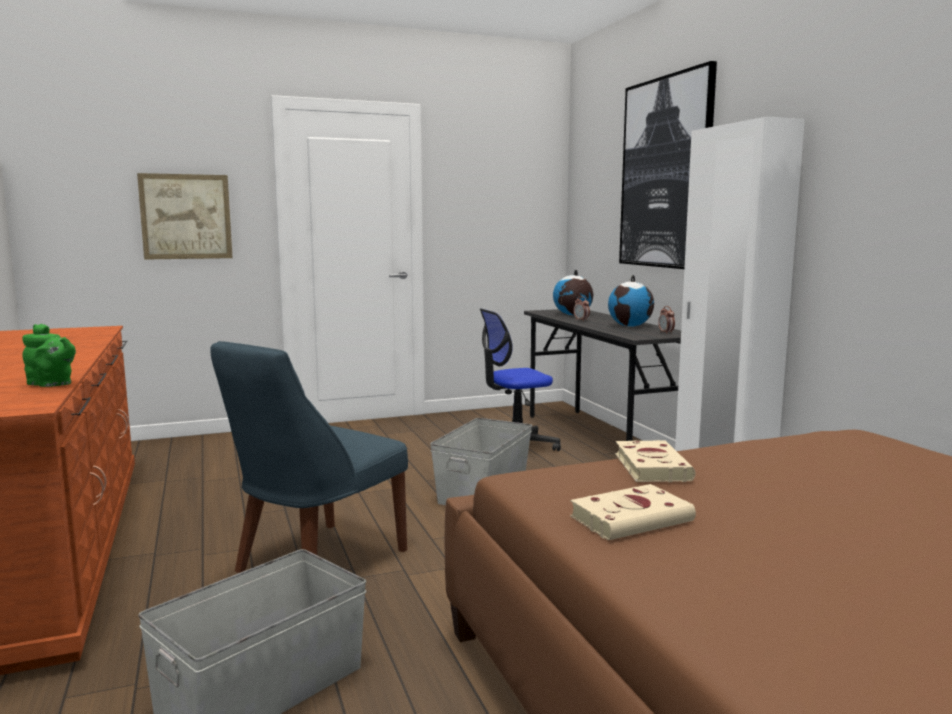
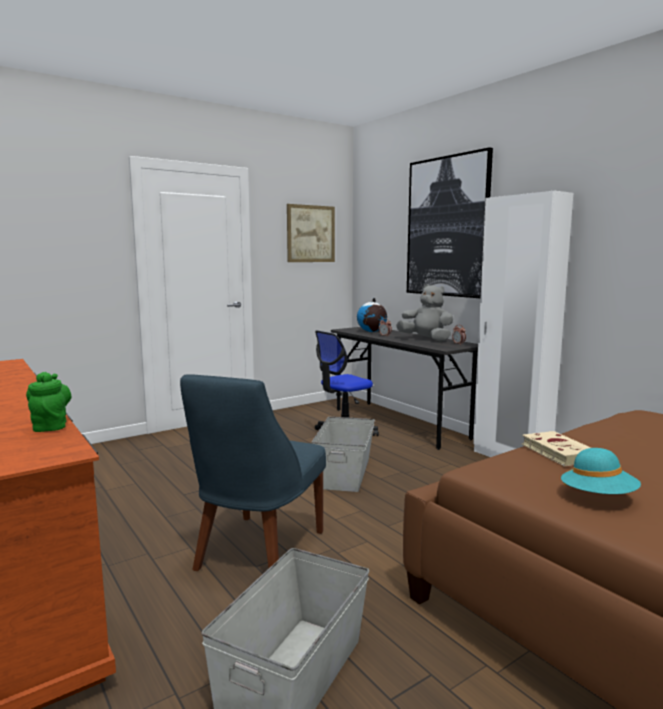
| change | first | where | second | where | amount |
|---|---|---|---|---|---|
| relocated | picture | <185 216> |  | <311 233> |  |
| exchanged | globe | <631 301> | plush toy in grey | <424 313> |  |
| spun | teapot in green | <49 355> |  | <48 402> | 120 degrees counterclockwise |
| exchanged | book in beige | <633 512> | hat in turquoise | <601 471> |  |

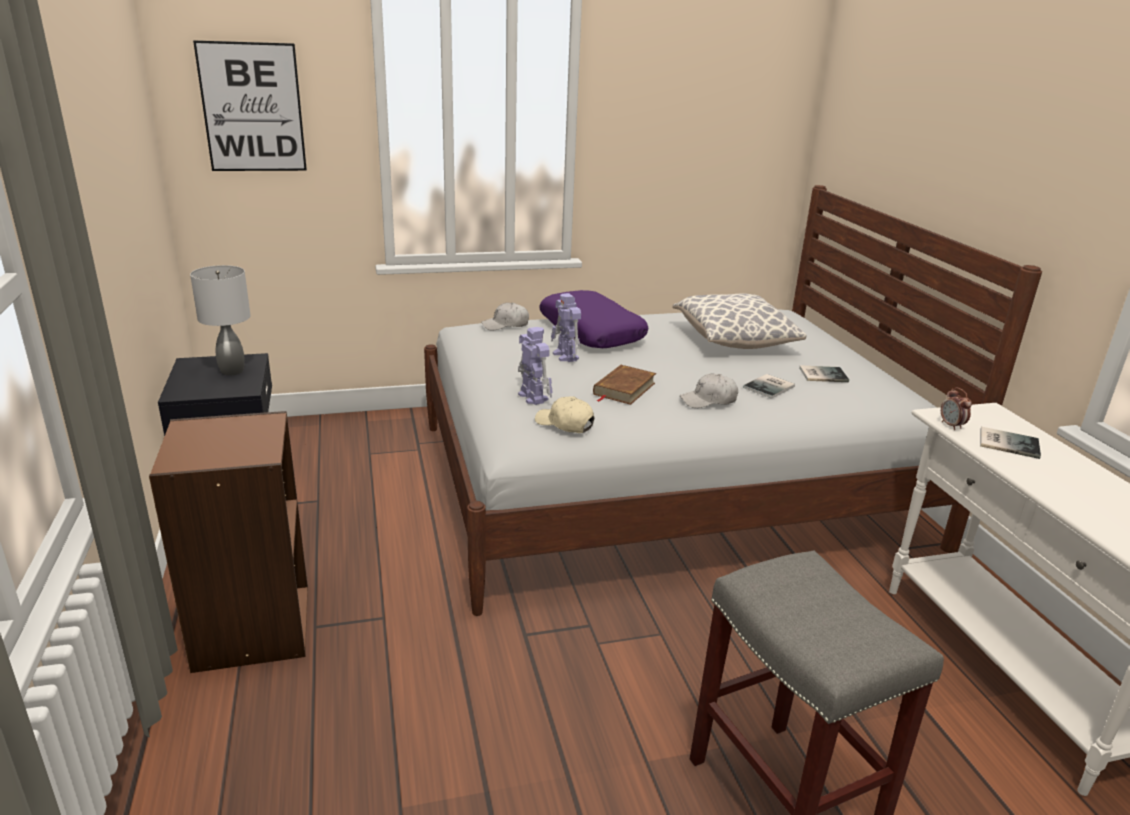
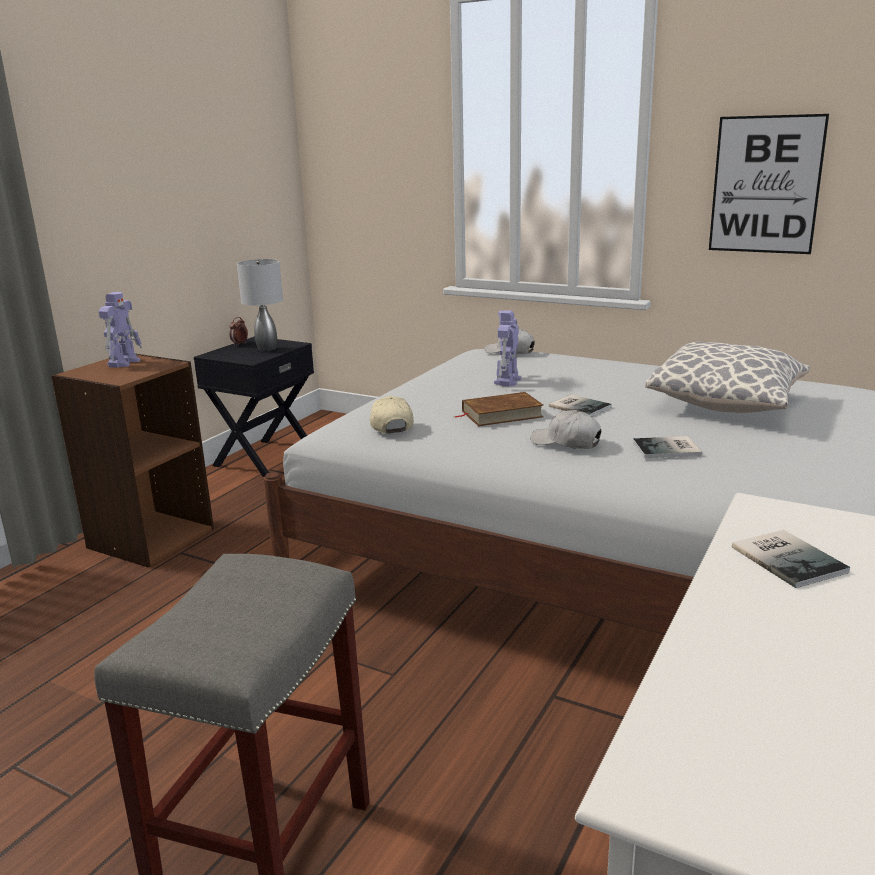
| change | first | where | second | where | amount |
|---|---|---|---|---|---|
| relocated | picture | <250 105> |  | <769 184> |  |
| missing | pillow in purple | <594 319> |  |  |  |
| relocated | toy robot | <535 366> |  | <120 330> |  |
| relocated | book | <824 373> |  | <580 405> |  |
| relocated | alarm clock | <956 408> |  | <239 331> |  |

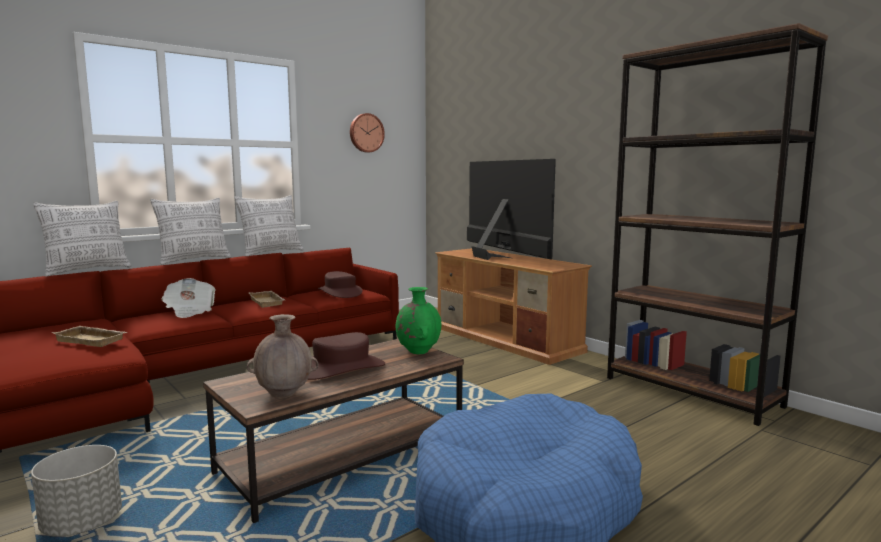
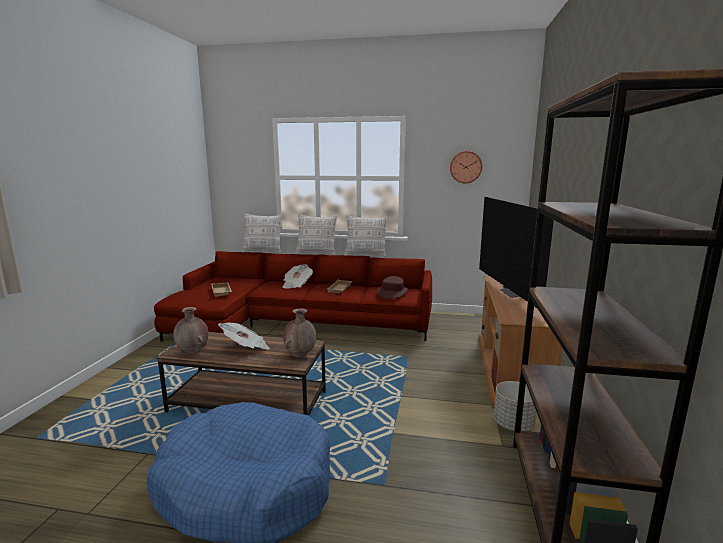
| change | first | where | second | where | amount |
|---|---|---|---|---|---|
| spun | television | <511 209> |  | <516 252> | 150 degrees clockwise |
| colour | vase in green | <418 320> | vase in brown | <299 333> |  |
| exchanged | hat in brown | <346 356> | newspaper | <244 336> |  |
| relocated | planter in grey | <76 490> |  | <515 406> |  |

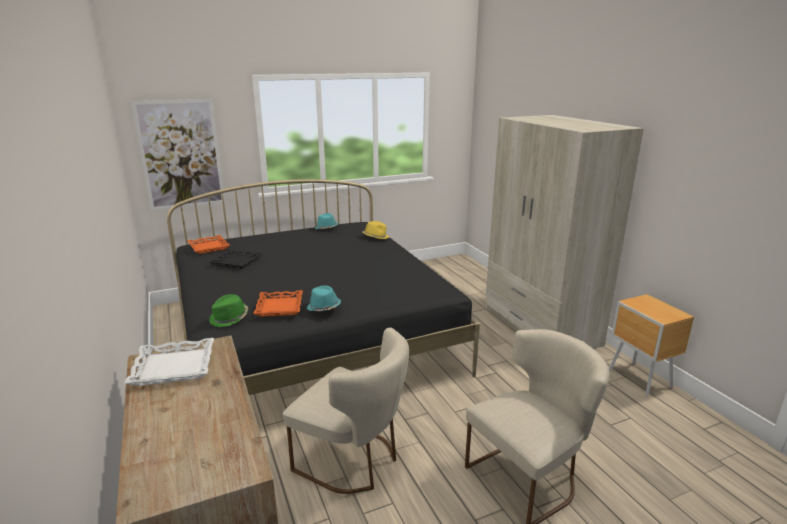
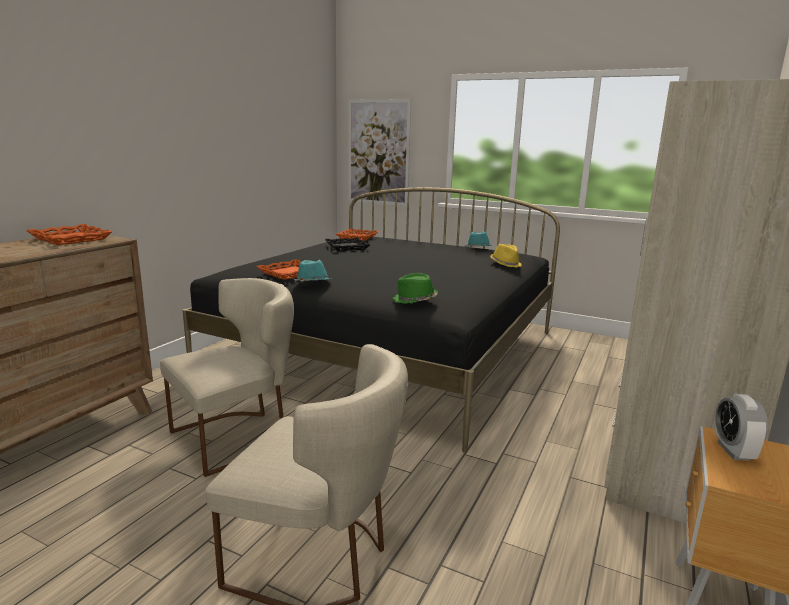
| change | first | where | second | where | amount |
|---|---|---|---|---|---|
| relocated | hat in green | <228 310> |  | <415 288> |  |
| spun | chair in beige | <346 411> |  | <227 377> | 120 degrees counterclockwise |
| colour | tray in white | <169 362> | tray in orange | <69 234> |  |
| appeared |  |  | alarm clock | <741 427> |  |

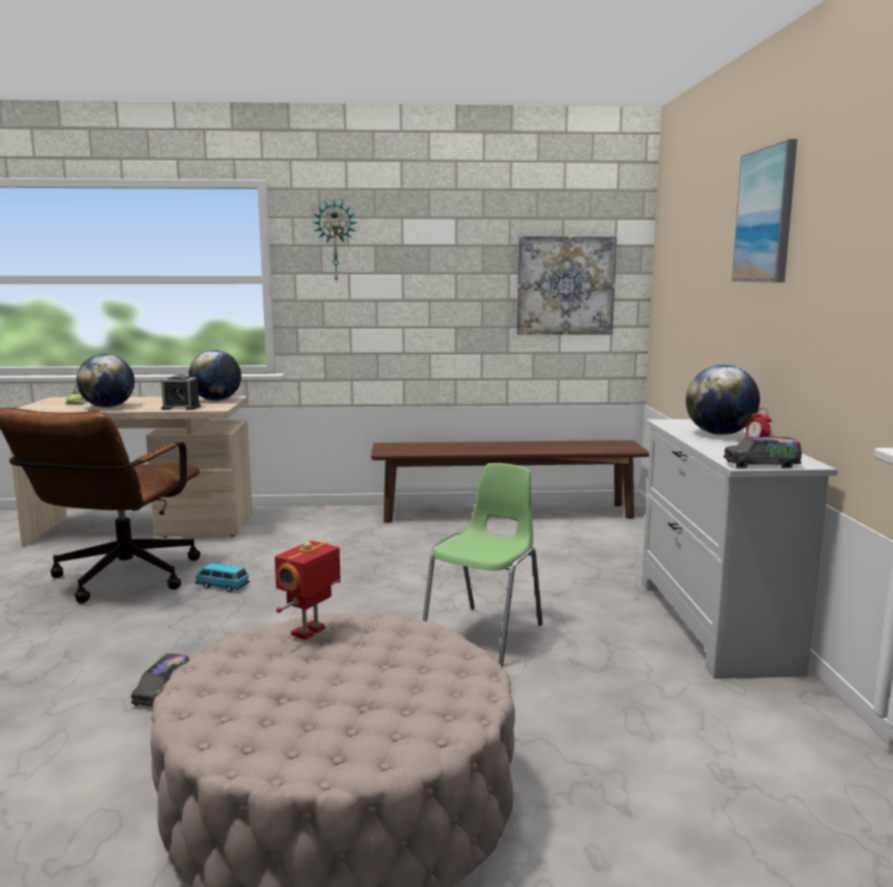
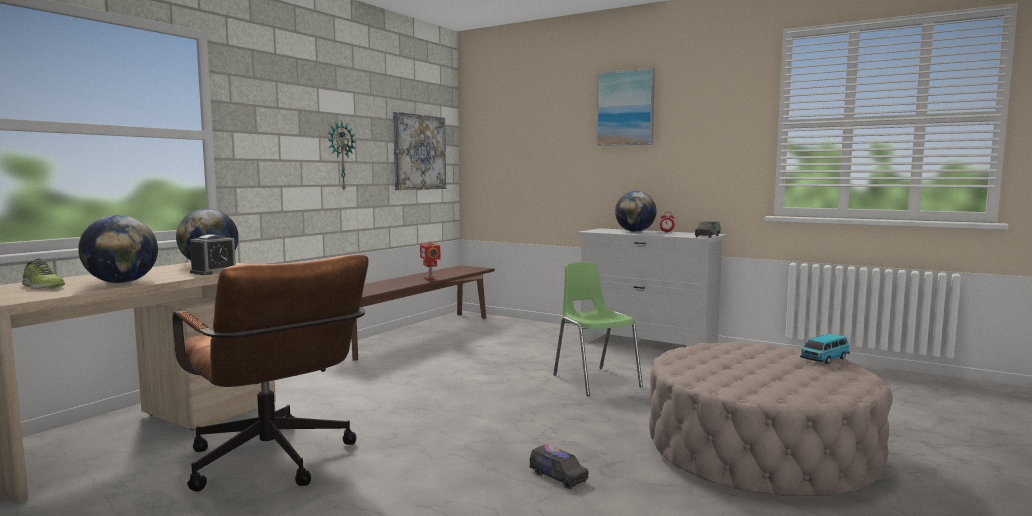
| change | first | where | second | where | amount |
|---|---|---|---|---|---|
| relocated | wall clock | <334 241> |  | <342 155> |  |
| relocated | toy robot | <308 590> |  | <430 261> |  |
| relocated | toy car | <222 577> |  | <825 349> |  |

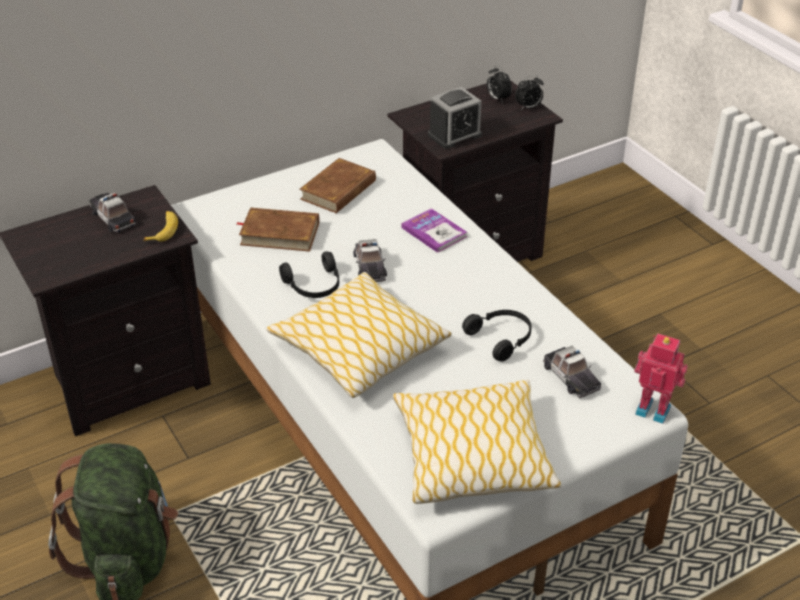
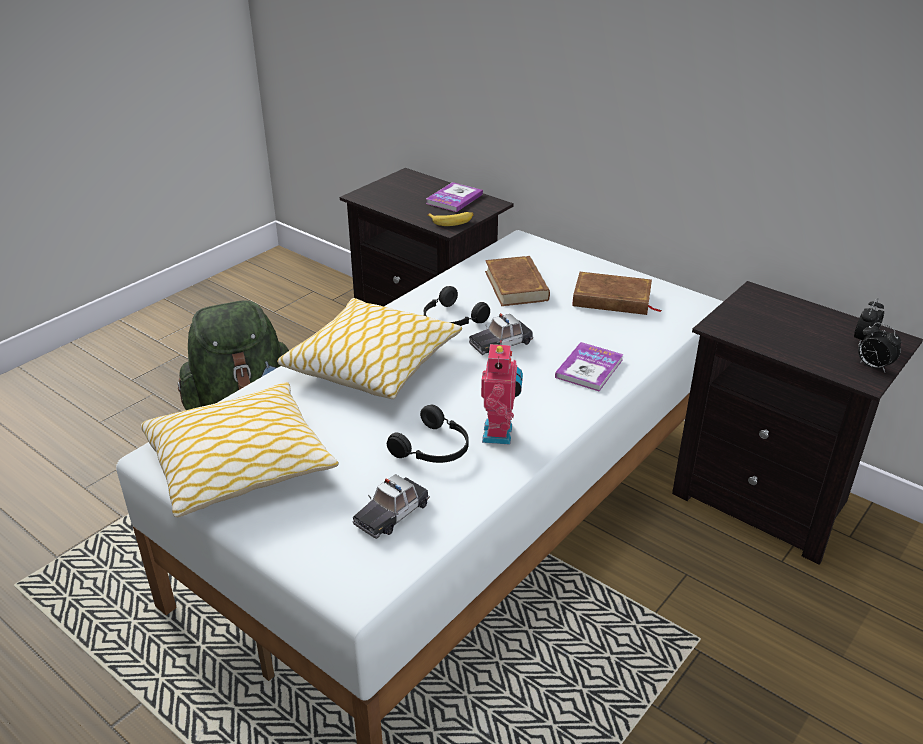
| change | first | where | second | where | amount |
|---|---|---|---|---|---|
| missing | alarm clock | <455 118> |  |  |  |
| exchanged | toy car | <112 213> | book | <454 197> |  |
| relocated | toy robot | <661 379> |  | <502 392> |  |

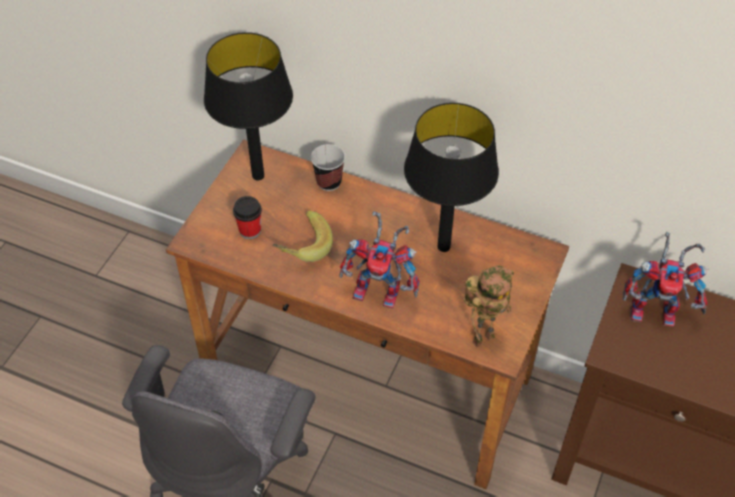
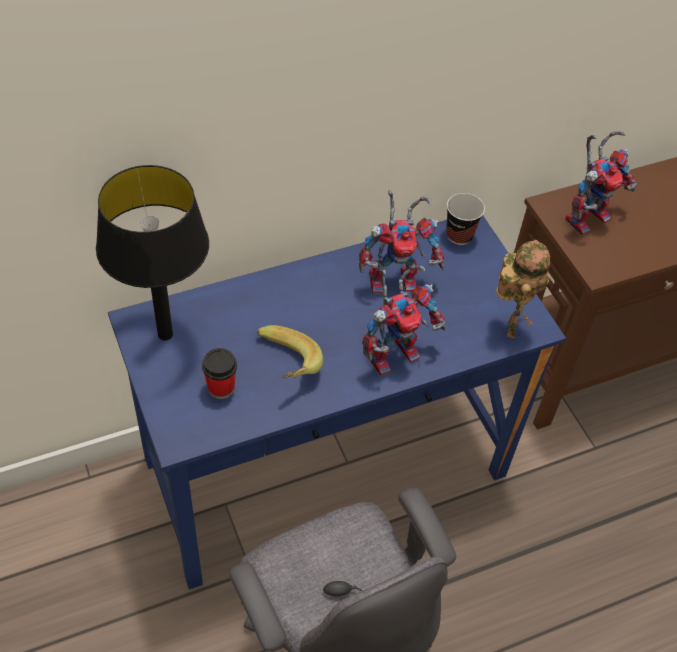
| change | first | where | second | where | amount |
|---|---|---|---|---|---|
| exchanged | table lamp in black | <451 177> | toy robot | <402 242> |  |
| colour | desk in brown | <367 314> | desk in blue | <337 402> |  |
| relocated | cup | <328 167> |  | <465 219> |  |

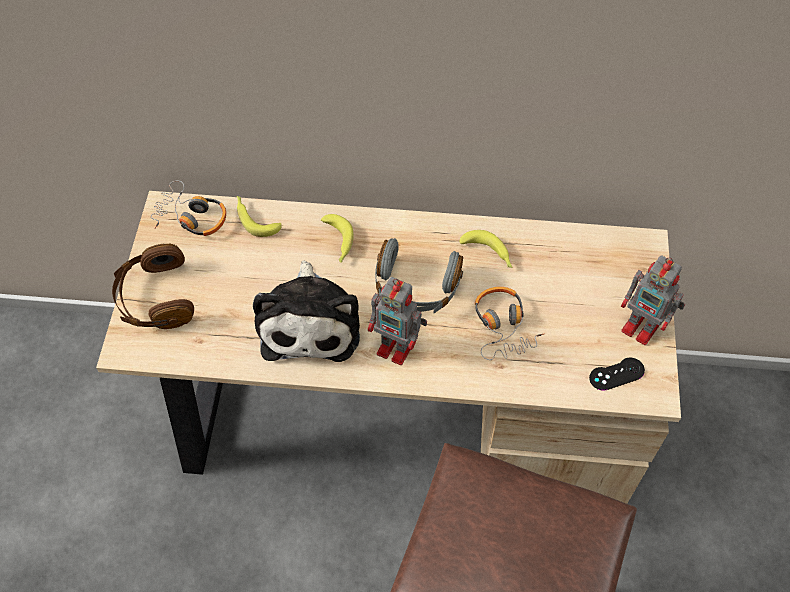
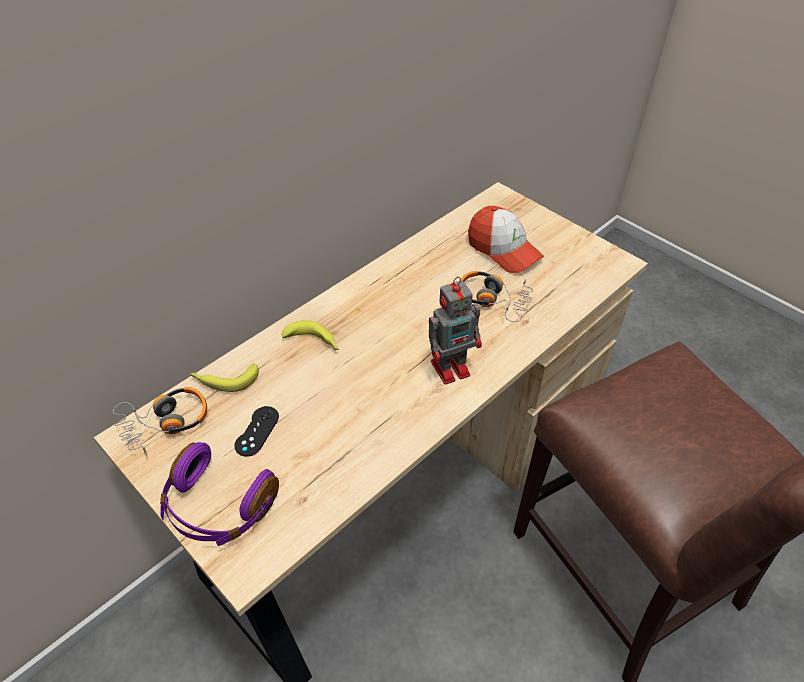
| change | first | where | second | where | amount |
|---|---|---|---|---|---|
| missing | banana | <486 249> |  |  |  |
| missing | headphones in grey | <419 275> |  |  |  |
| colour | headphones in brown | <153 286> | headphones in purple | <219 494> |  |
| missing | toy robot | <653 300> |  |  |  |
| missing | plush toy | <306 311> |  |  |  |
| relocated | game controller in black | <617 374> |  | <256 431> |  |
| appeared |  |  | cap | <506 239> |  |

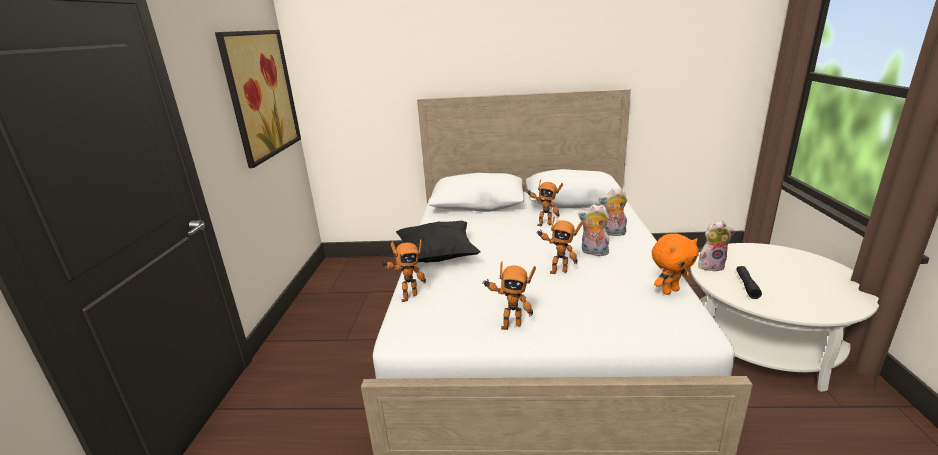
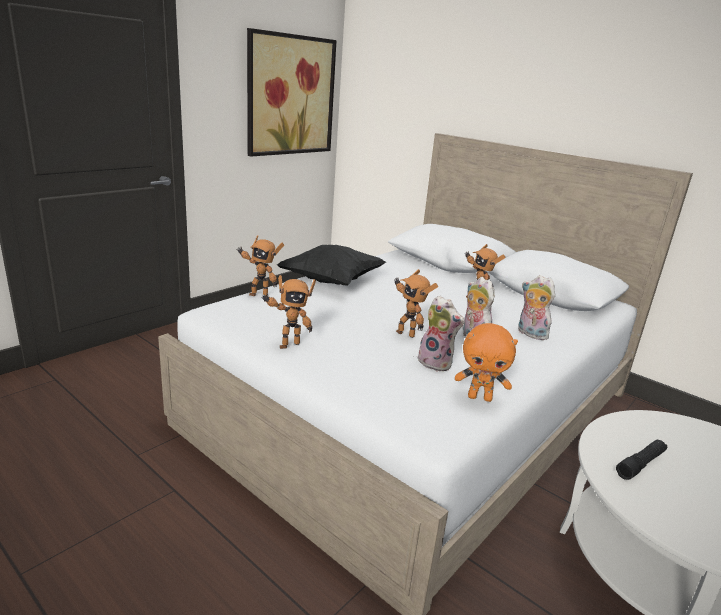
| change | first | where | second | where | amount |
|---|---|---|---|---|---|
| relocated | plush toy | <716 246> |  | <441 334> |  |
| spun | toy robot | <509 295> |  | <289 312> | 60 degrees counterclockwise |

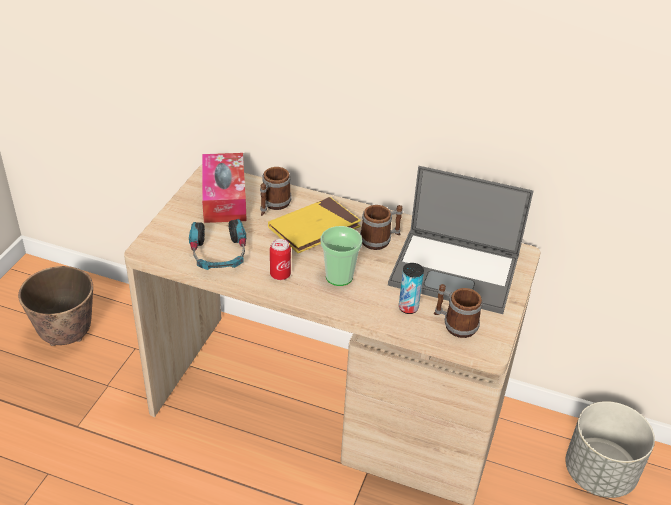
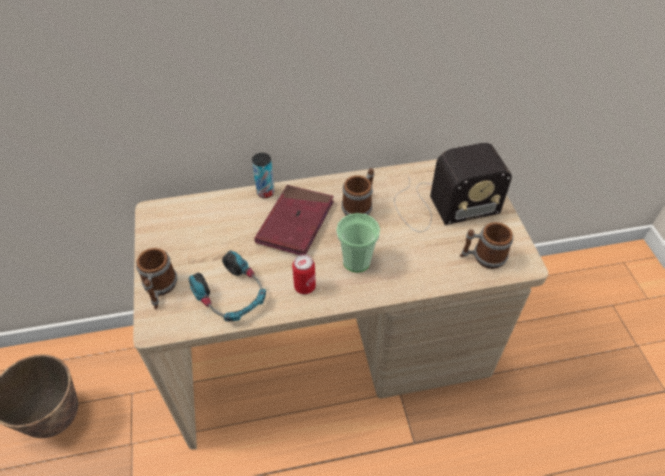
| change | first | where | second | where | amount |
|---|---|---|---|---|---|
| missing | tissue box | <224 188> |  |  |  |
| exchanged | laptop | <460 240> | radio | <453 187> |  |
| relocated | mug | <275 191> |  | <156 278> |  |
| colour | book in yellow | <314 225> | book in red | <294 220> |  |
| relocated | can | <411 288> |  | <263 175> |  |
| missing | planter in grey | <610 449> |  |  |  |

